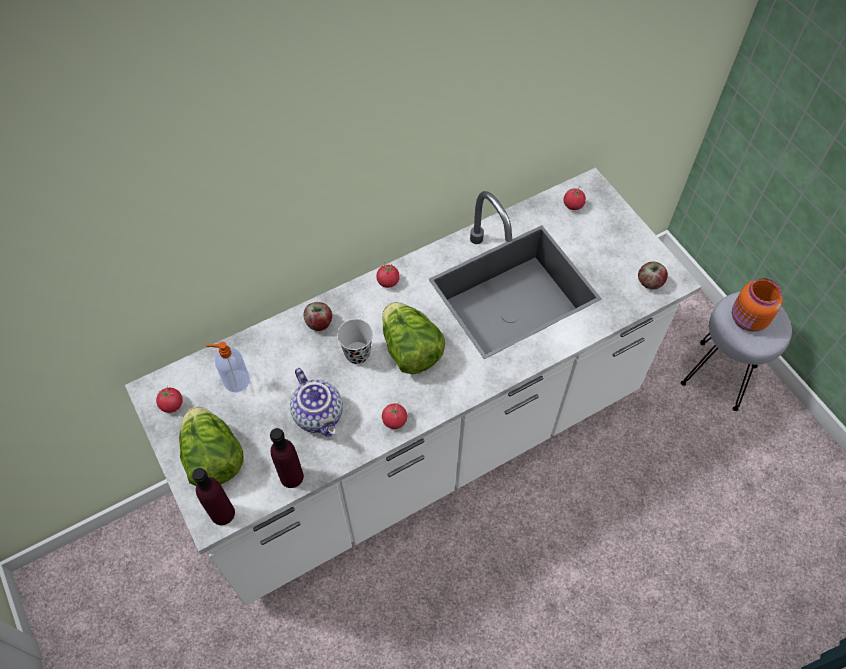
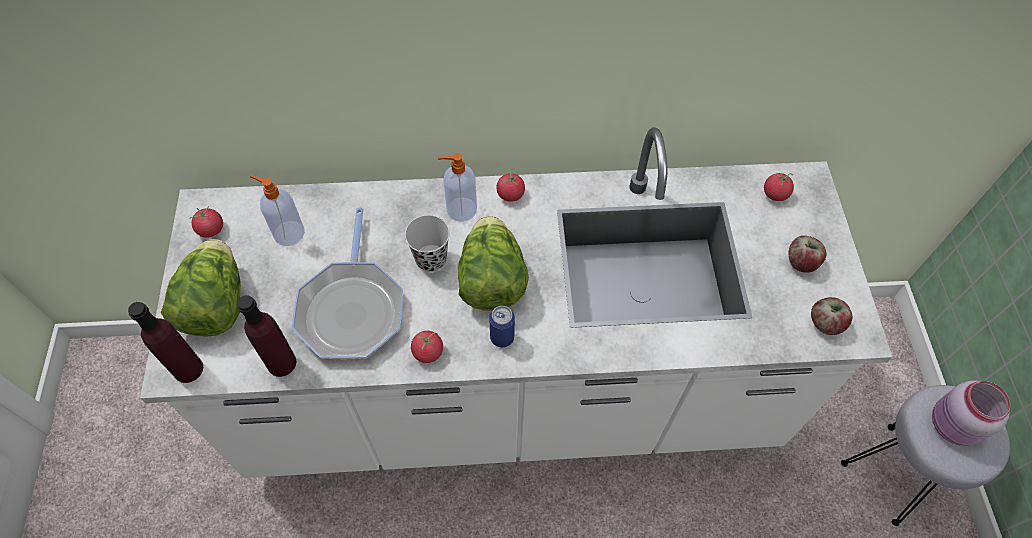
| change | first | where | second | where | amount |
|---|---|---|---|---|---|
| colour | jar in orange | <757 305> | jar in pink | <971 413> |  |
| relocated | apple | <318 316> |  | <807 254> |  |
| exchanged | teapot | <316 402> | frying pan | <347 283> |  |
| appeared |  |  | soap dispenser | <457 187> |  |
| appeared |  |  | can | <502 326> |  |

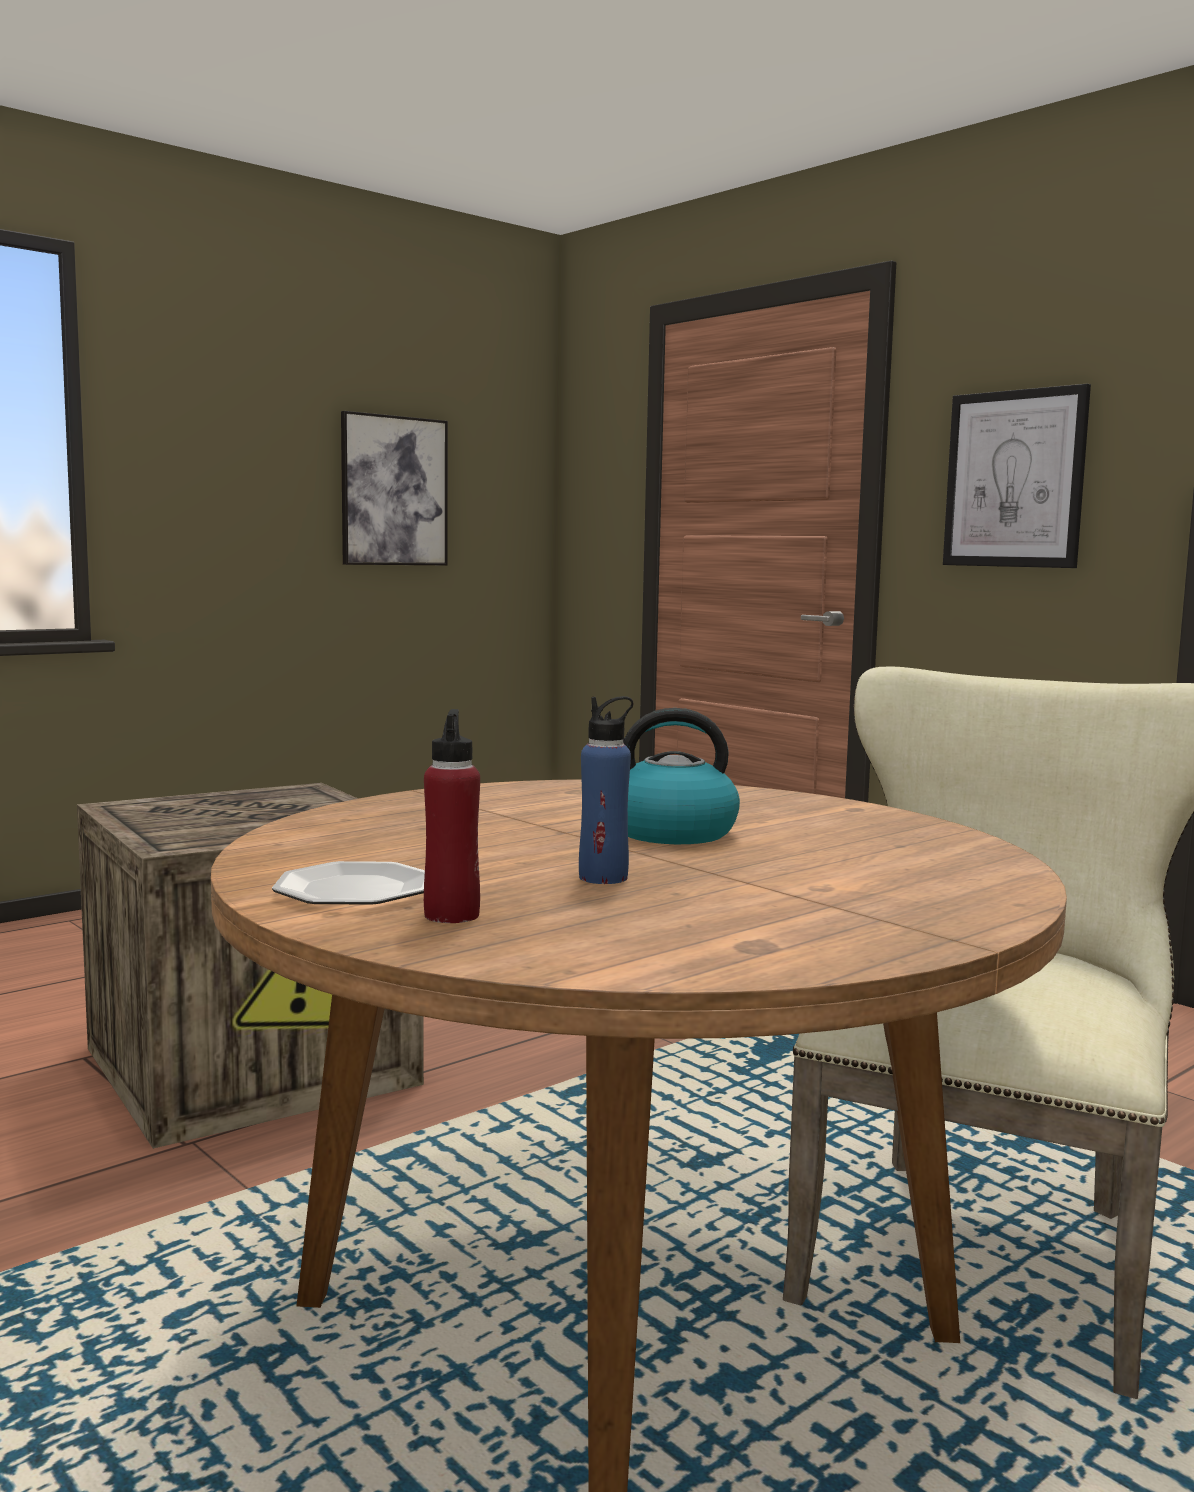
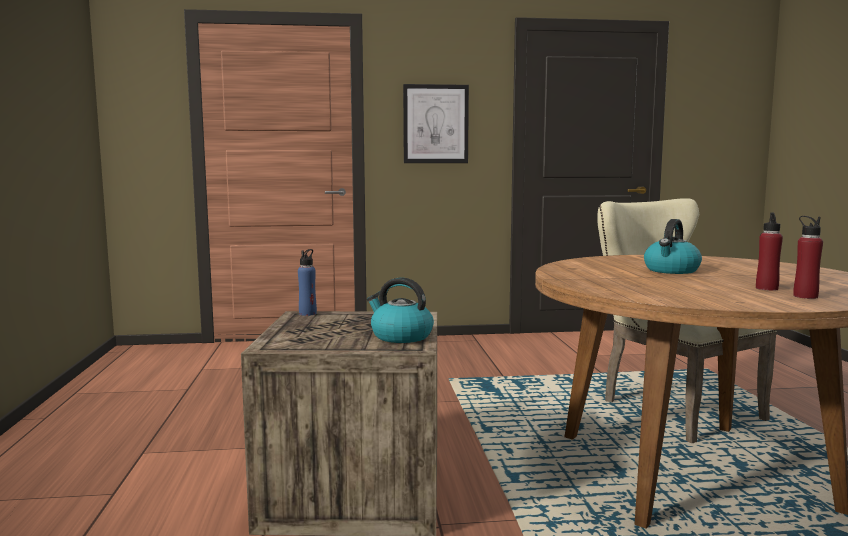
| change | first | where | second | where | amount |
|---|---|---|---|---|---|
| missing | picture | <394 488> |  |  |  |
| relocated | bottle in blue | <606 790> |  | <307 282> |  |
| missing | plate | <348 883> |  |  |  |
| appeared |  |  | bottle in red | <769 251> |  |
| appeared |  |  | kettle | <400 310> |  |

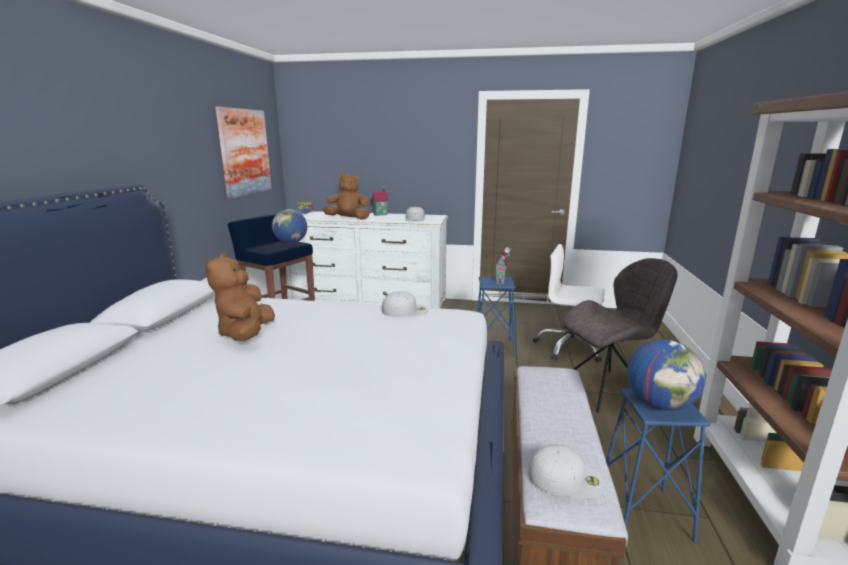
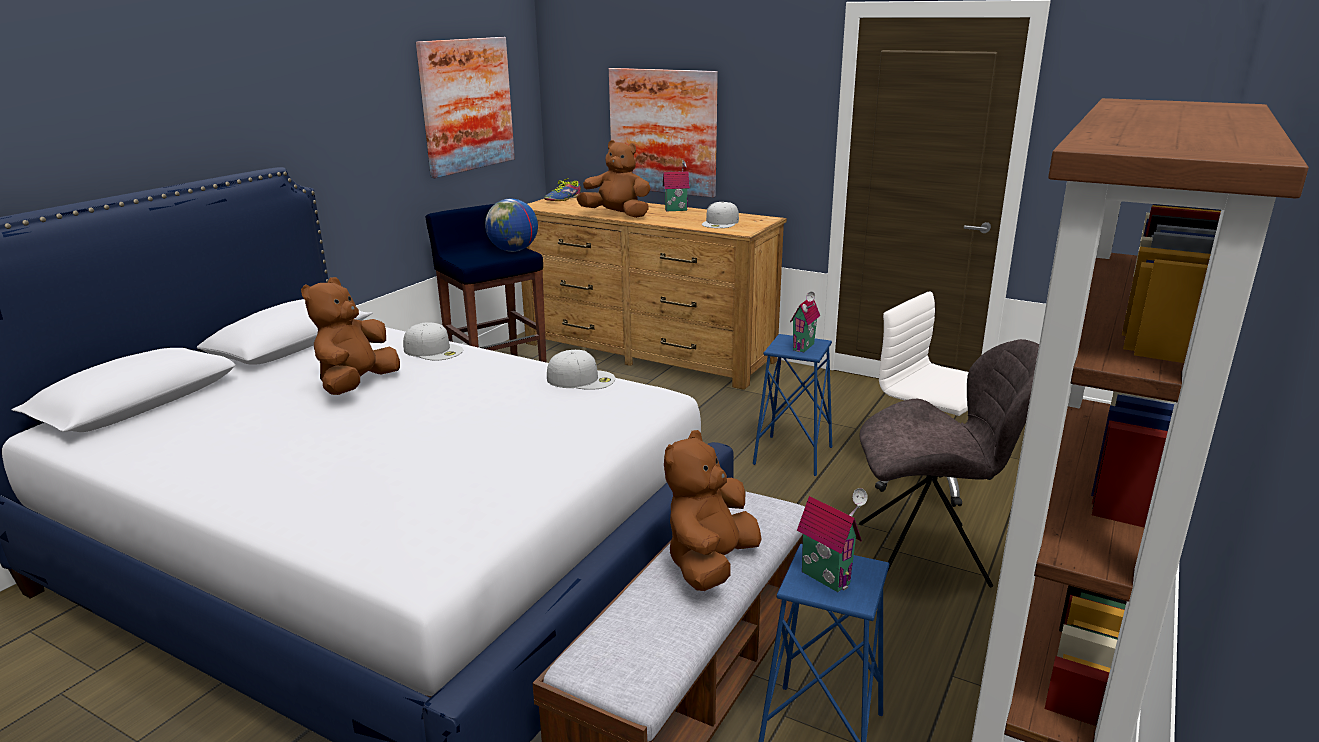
| change | first | where | second | where | amount |
|---|---|---|---|---|---|
| colour | dresser in white | <367 259> | dresser in brown | <654 294> |  |
| exchanged | globe | <666 375> | toy house | <832 540> |  |
| relocated | cap in white | <566 471> |  | <433 341> |  |
| appeared |  |  | picture | <663 133> |  |
| appeared |  |  | plush toy in brown | <713 510> |  |

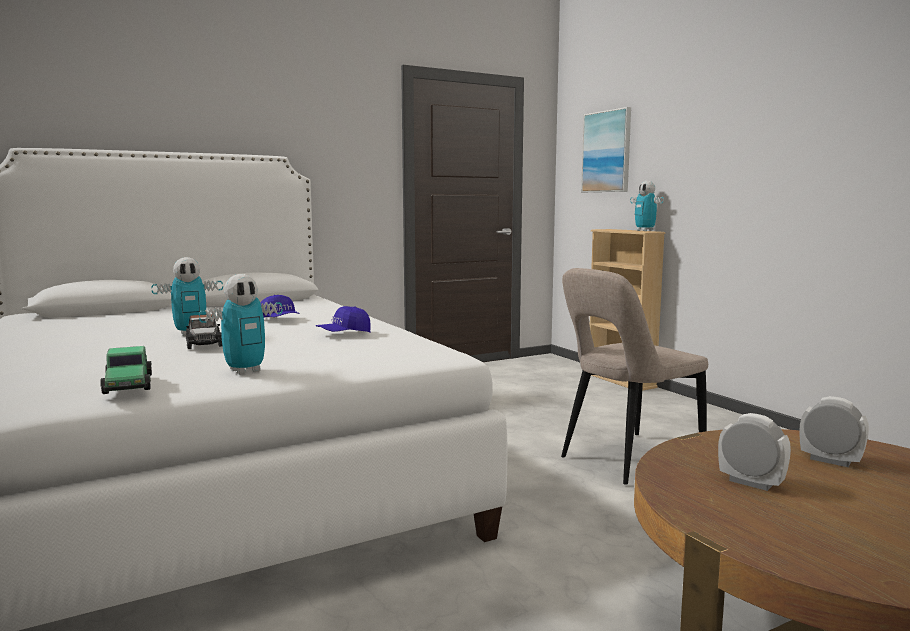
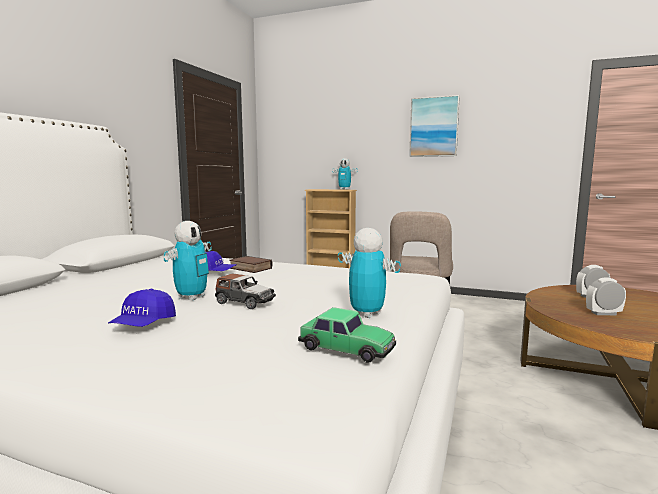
| change | first | where | second | where | amount |
|---|---|---|---|---|---|
| relocated | picture | <606 149> |  | <434 126> |  |
| spun | toy robot | <241 324> |  | <369 273> | 60 degrees counterclockwise |
| relocated | cap in blue | <343 319> |  | <142 308> |  |
| appeared |  |  | book | <251 264> |  |

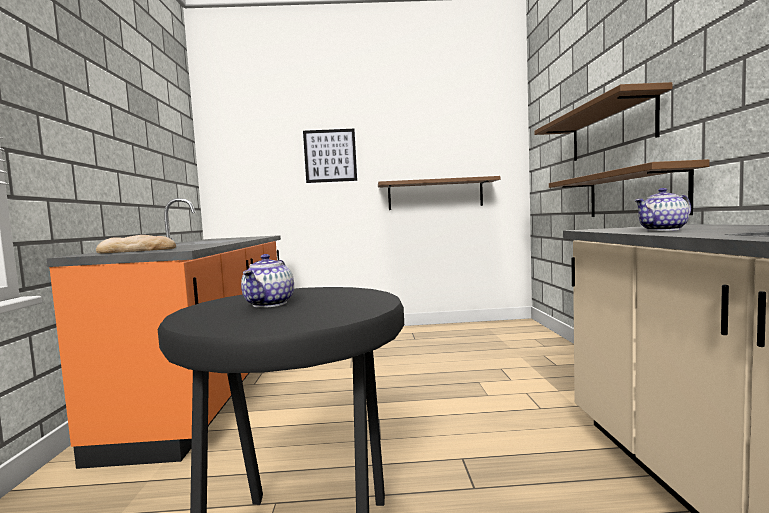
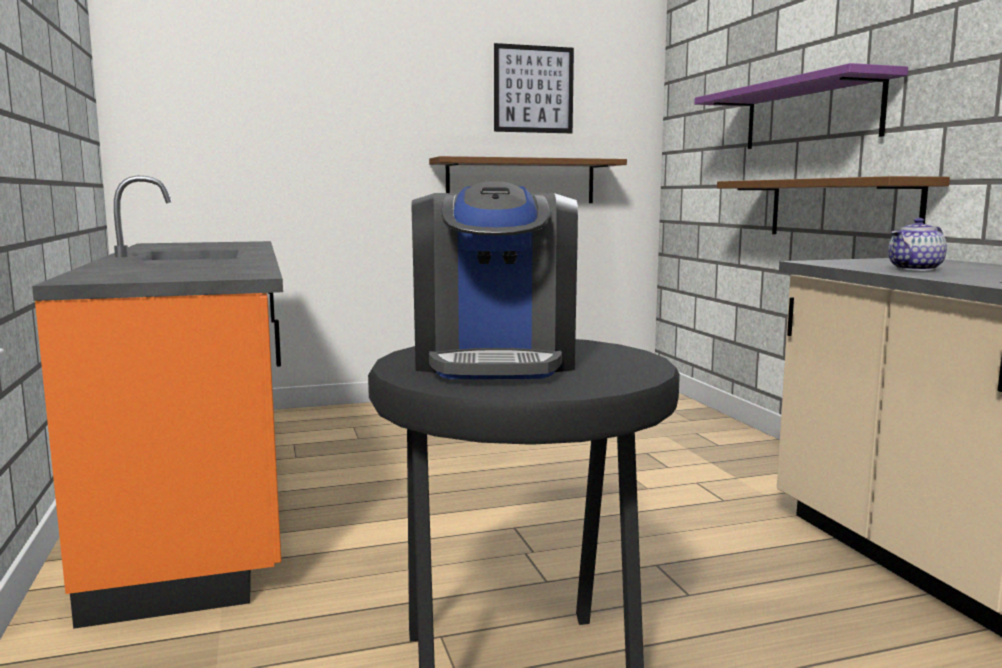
| change | first | where | second | where | amount |
|---|---|---|---|---|---|
| colour | shelf in brown | <603 121> | shelf in purple | <801 106> |  |
| relocated | picture | <330 156> |  | <534 88> |  |
| missing | bread | <136 244> |  |  |  |
| exchanged | teapot | <267 281> | coffee machine | <494 280> |  |

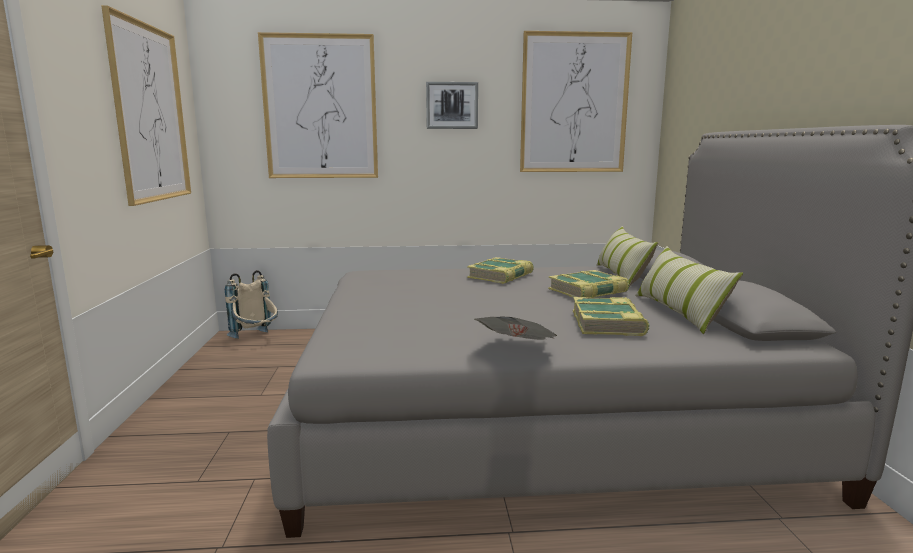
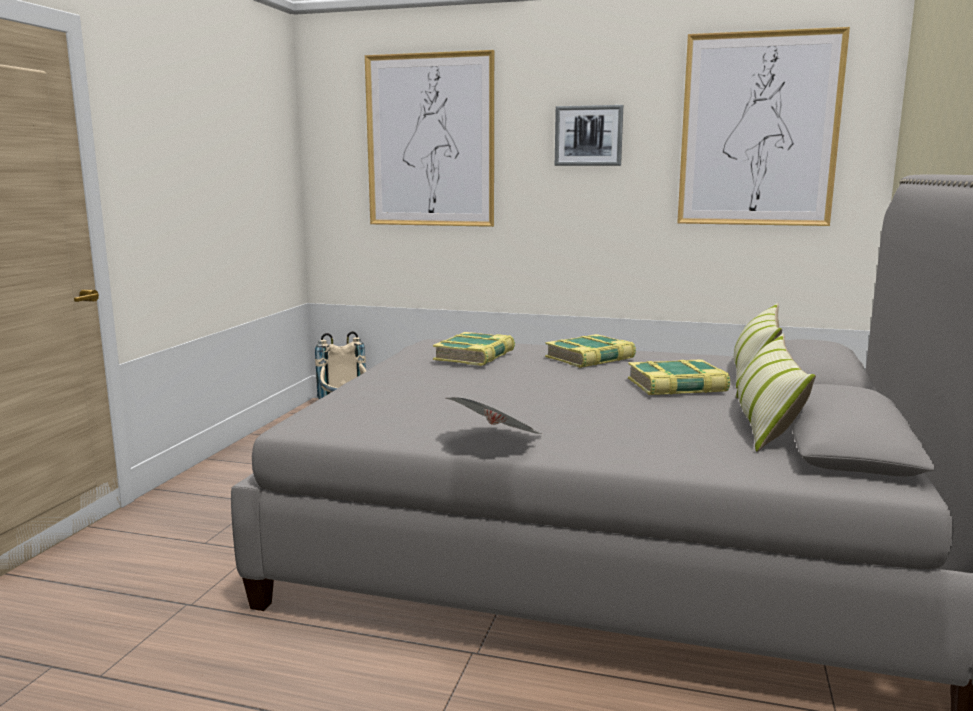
| change | first | where | second | where | amount |
|---|---|---|---|---|---|
| missing | picture | <146 105> |  |  |  |
| relocated | book | <611 316> |  | <474 349> |  |

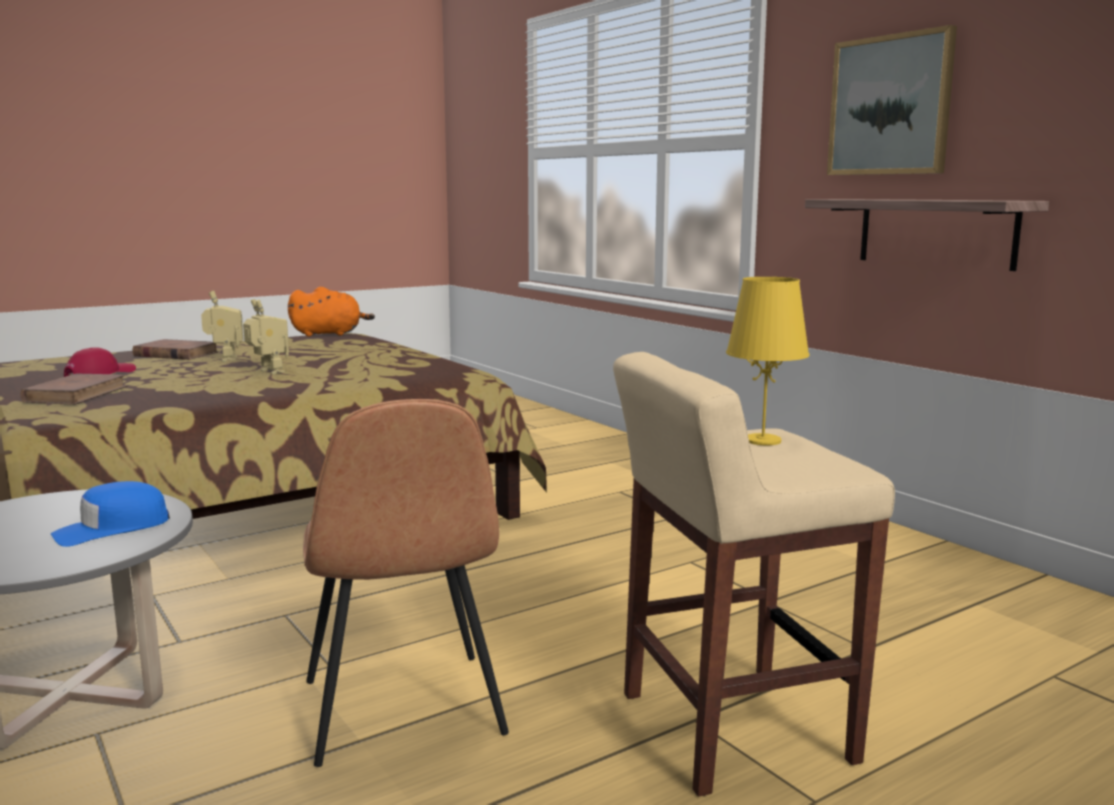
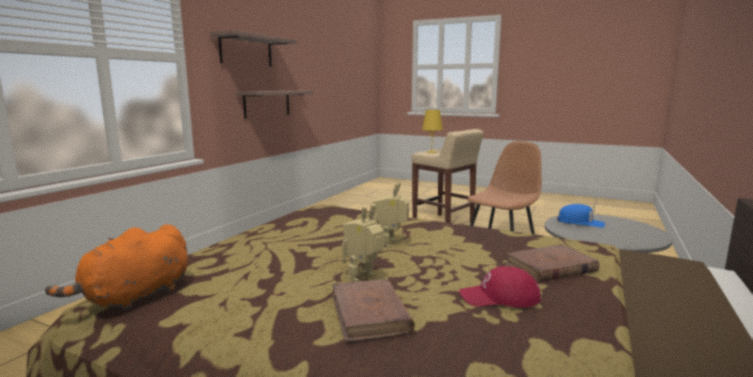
| change | first | where | second | where | amount |
|---|---|---|---|---|---|
| exchanged | picture | <892 100> | shelf | <253 48> |  |
| spun | plush toy in orange | <331 311> |  | <116 267> | 105 degrees counterclockwise |

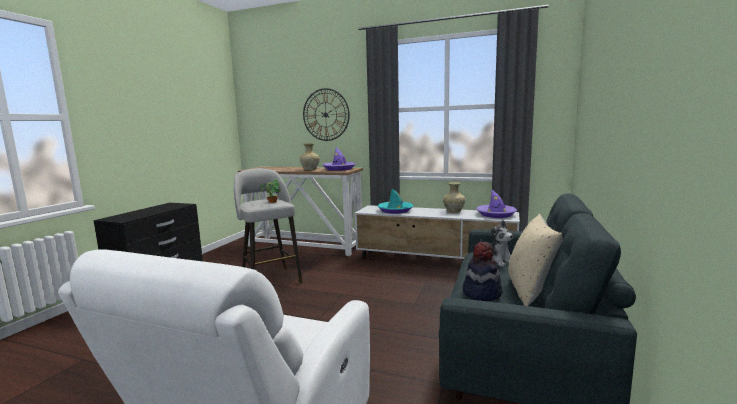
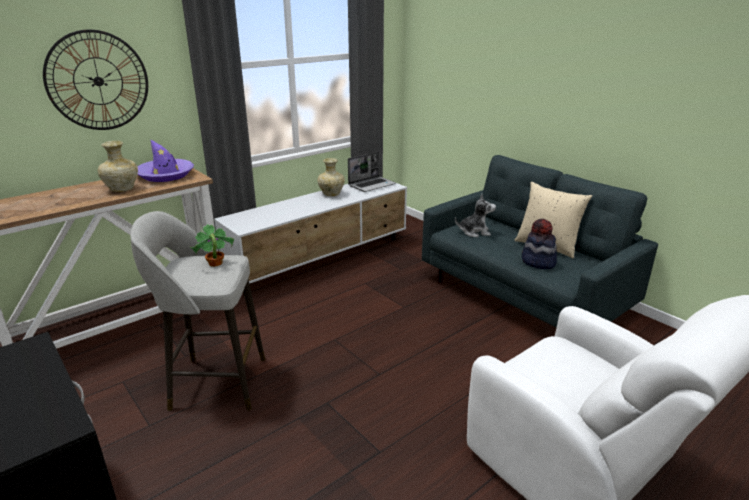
| change | first | where | second | where | amount |
|---|---|---|---|---|---|
| missing | hat in turquoise | <396 201> |  |  |  |
| exchanged | hat in purple | <496 203> | laptop | <372 172> |  |

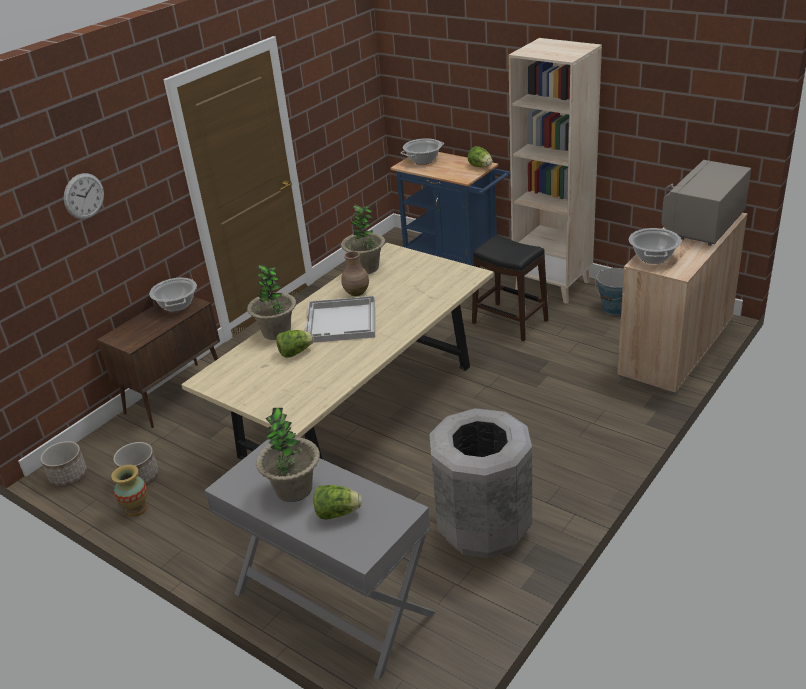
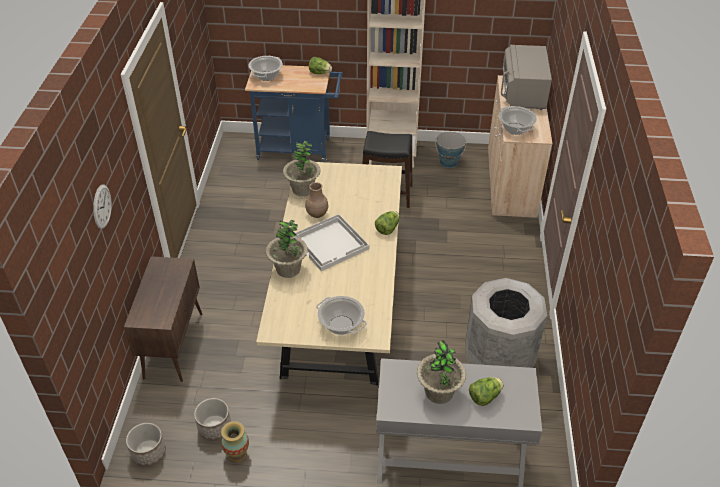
| change | first | where | second | where | amount |
|---|---|---|---|---|---|
| relocated | cooking pot | <173 295> |  | <341 315> |  |
| relocated | lettuce | <295 344> |  | <387 223> |  |

